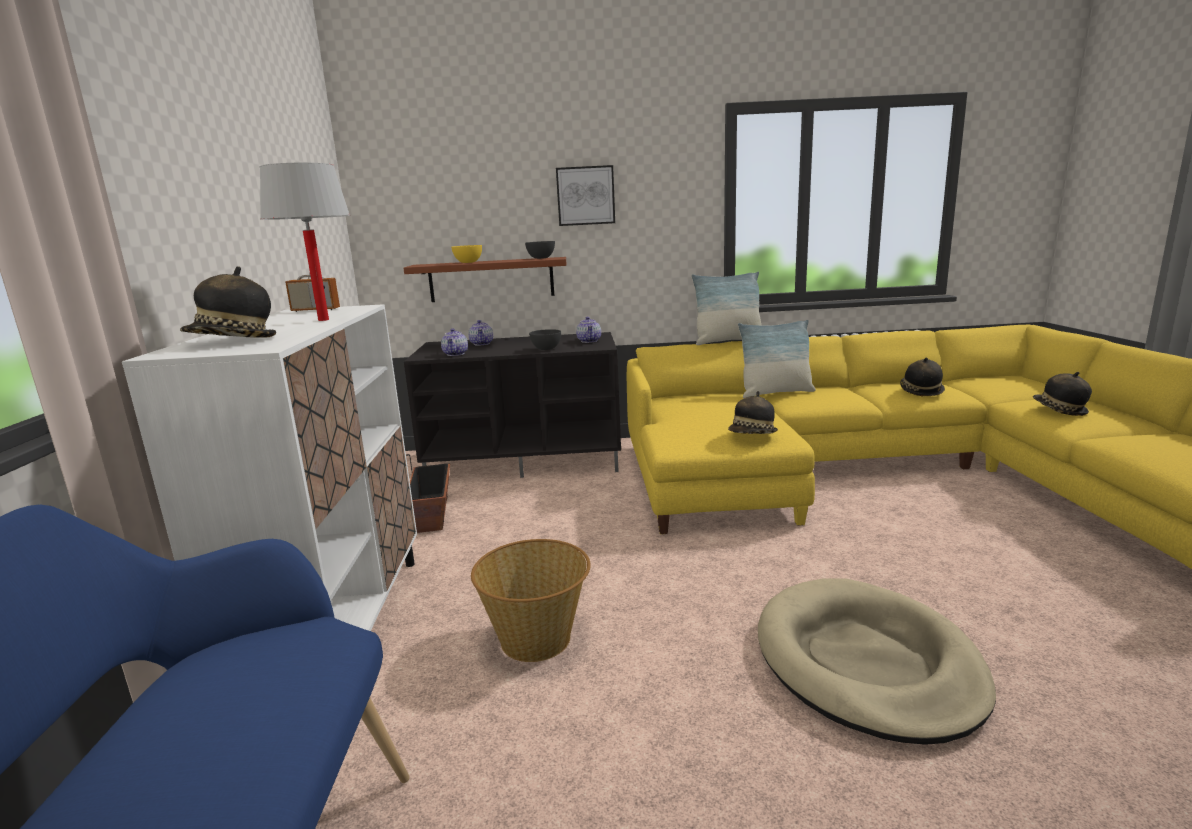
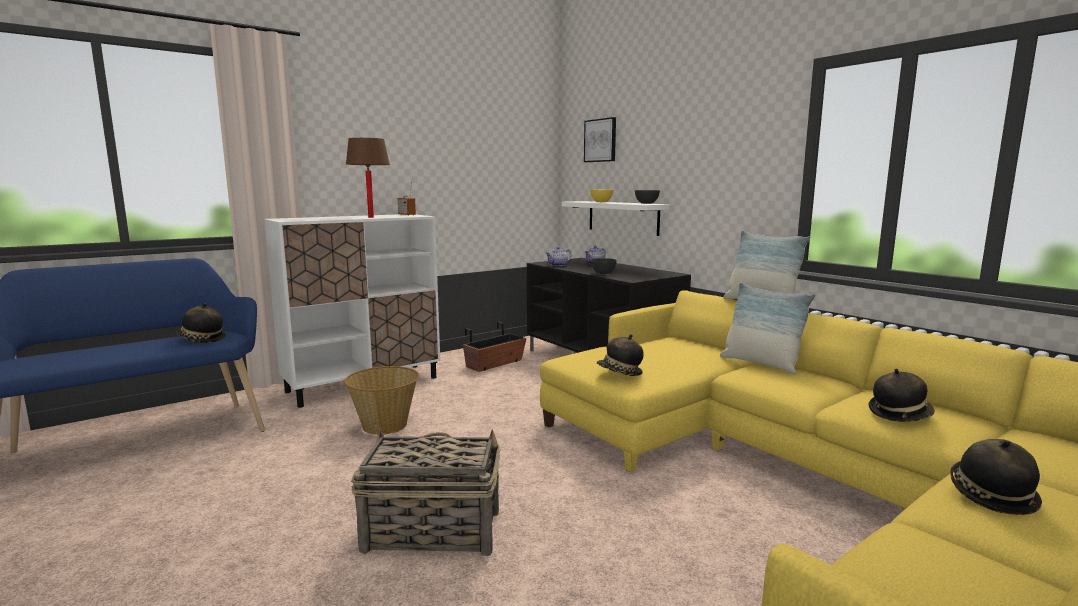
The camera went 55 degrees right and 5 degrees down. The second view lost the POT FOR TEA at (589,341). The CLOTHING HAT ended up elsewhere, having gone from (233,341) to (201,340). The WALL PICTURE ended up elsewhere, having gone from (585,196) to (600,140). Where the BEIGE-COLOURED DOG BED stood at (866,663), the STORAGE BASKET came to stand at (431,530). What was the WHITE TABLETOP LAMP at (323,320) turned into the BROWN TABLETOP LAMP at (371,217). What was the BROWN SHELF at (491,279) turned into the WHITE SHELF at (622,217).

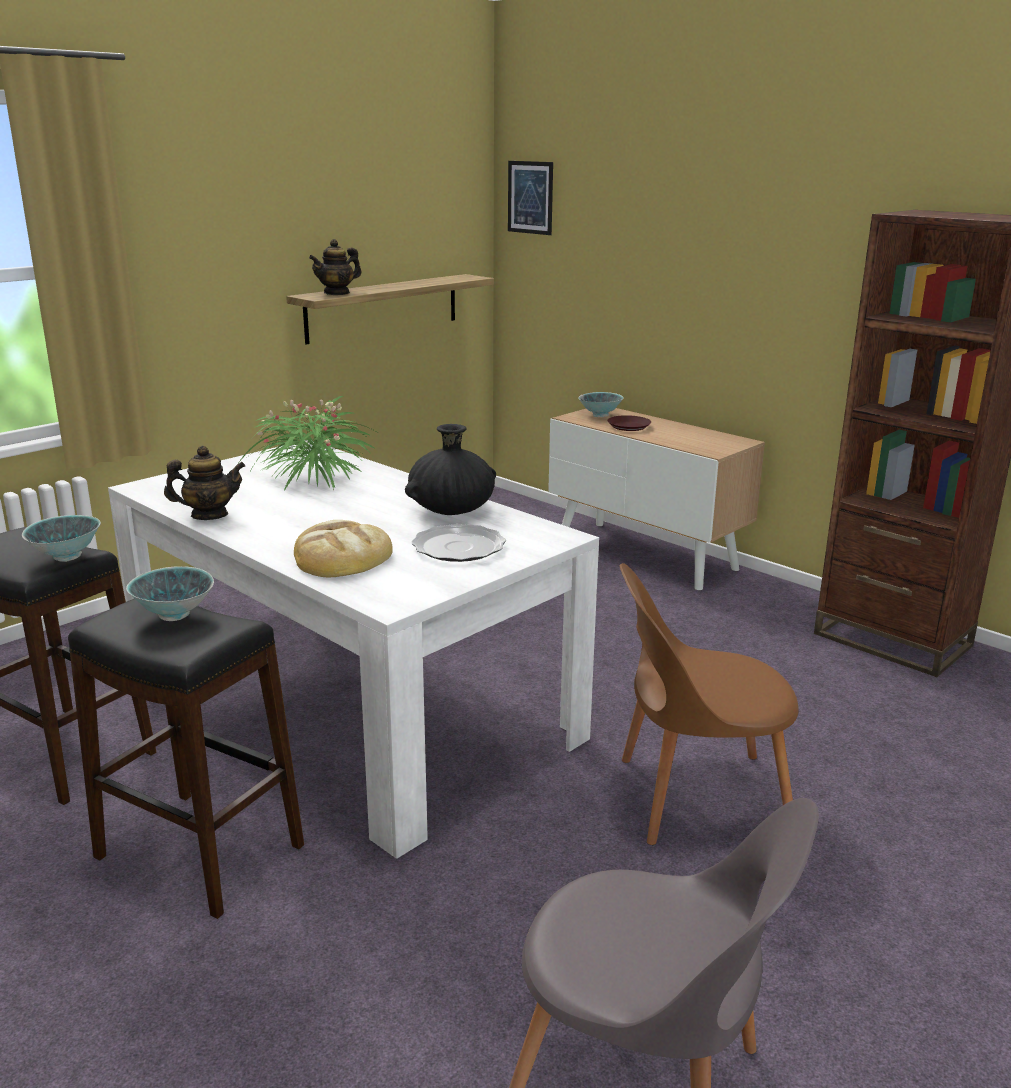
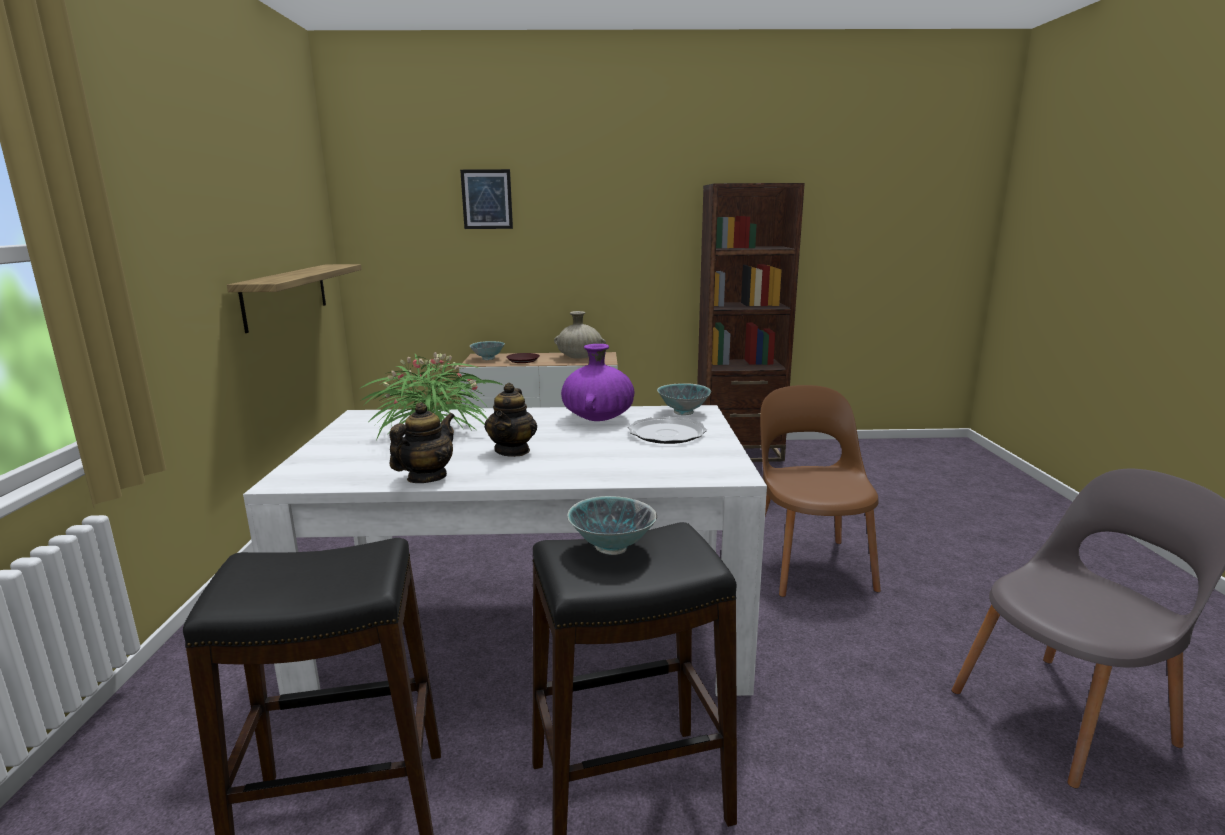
The camera went 45 degrees left and 5 degrees down. The second view lost the BAKED BREAD at (342,556). The second view gained the BEIGE-COLOURED FLOWER VASE at (579,357). The BOWL ended up elsewhere, having gone from (67,556) to (683,412). The POT FOR TEA ended up elsewhere, having gone from (337,293) to (513,451). The WALL PICTURE ended up elsewhere, having gone from (530,197) to (487,199). What was the BLACK FLOWER VASE at (451,510) turned into the PURPLE FLOWER VASE at (597,418). The BROWN CHAIR at (695,797) ended up facing another way, 135 degrees clockwise from before.

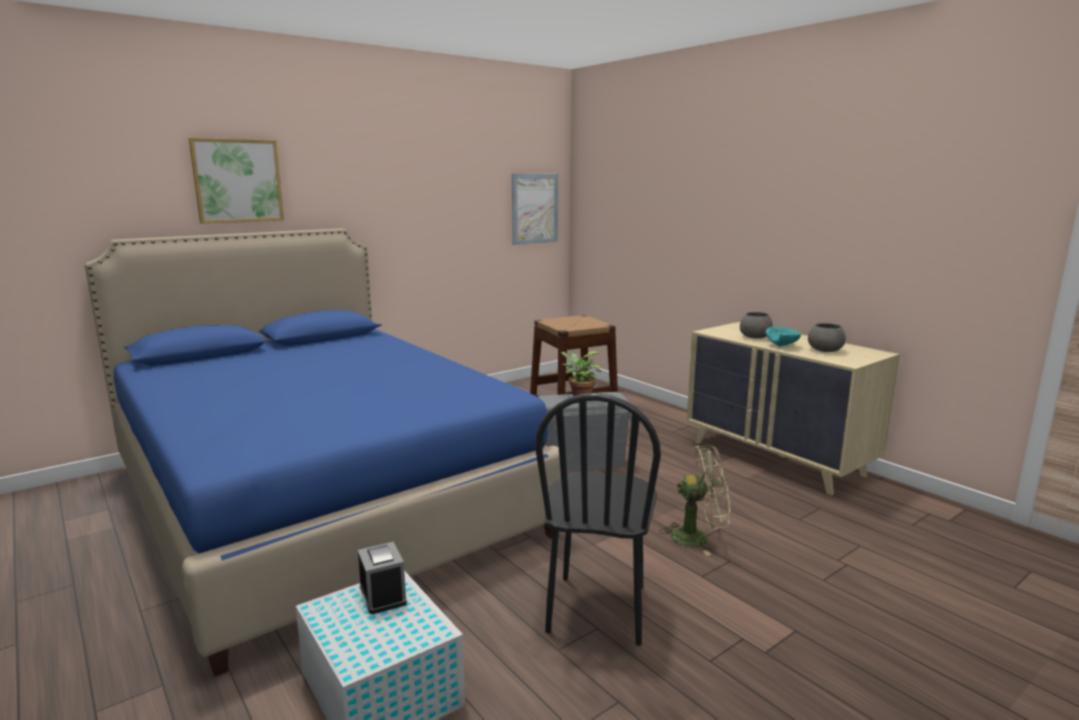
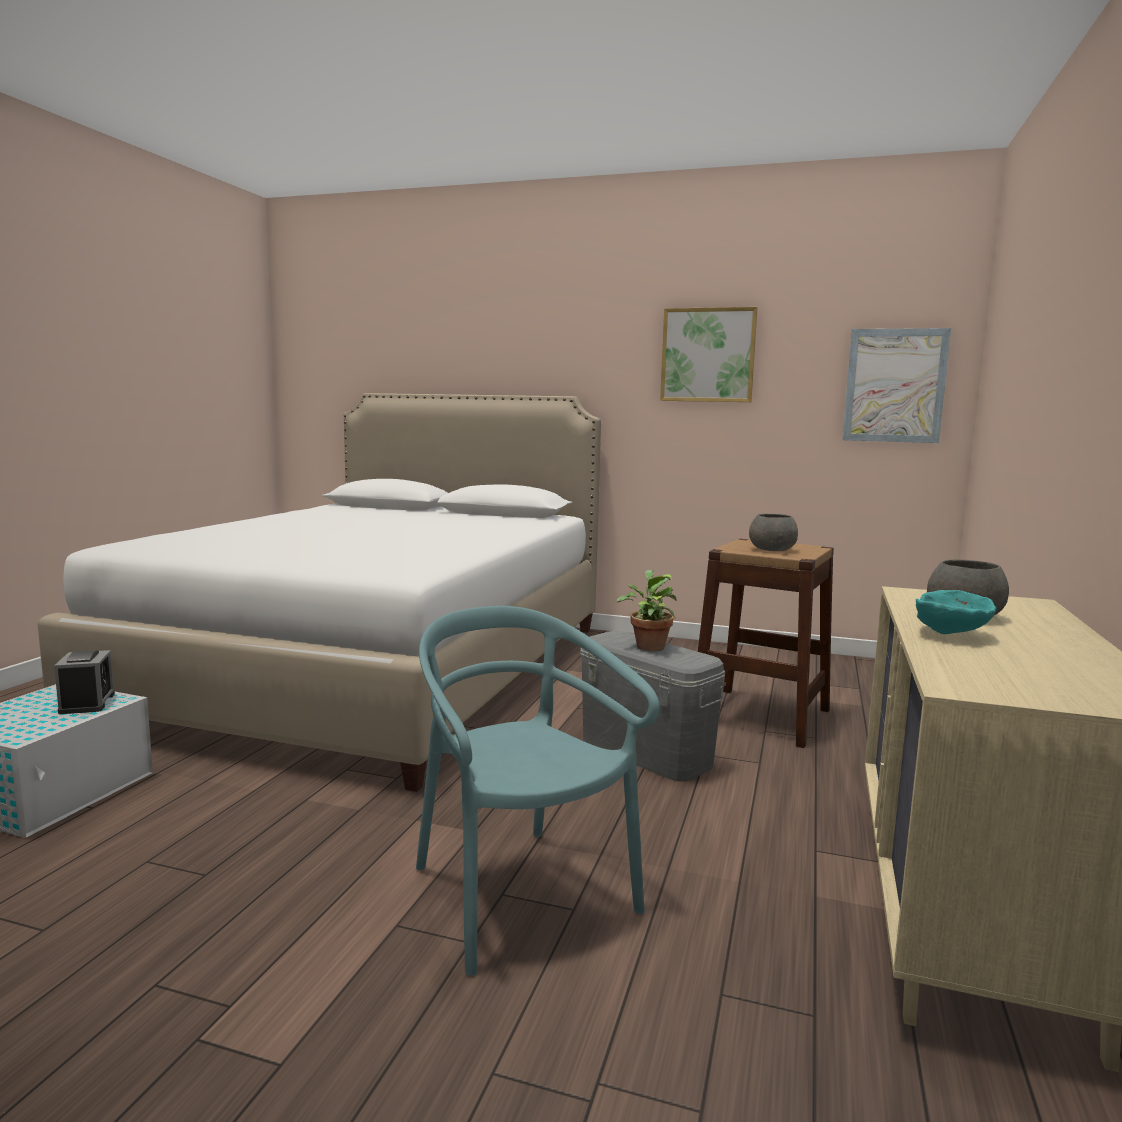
The camera went 55 degrees right and 5 degrees down. The second view lost the BLACK CHAIR at (597,609). The WALL PICTURE ended up elsewhere, having gone from (237,181) to (708,355). The GREYISH BOWL ended up elsewhere, having gone from (825,350) to (773,549). Where the GREEN-COLOURED COOLING FAN stood at (698,537), the TURQUOISE-COLOURED CHAIR came to stand at (519,894). What was the BLUE-COLOURED BEDROOM BED at (320,499) turned into the WHITE BEDROOM BED at (377,669). The TABLE CLOCK at (383,595) ended up facing another way, 45 degrees counterclockwise from before.

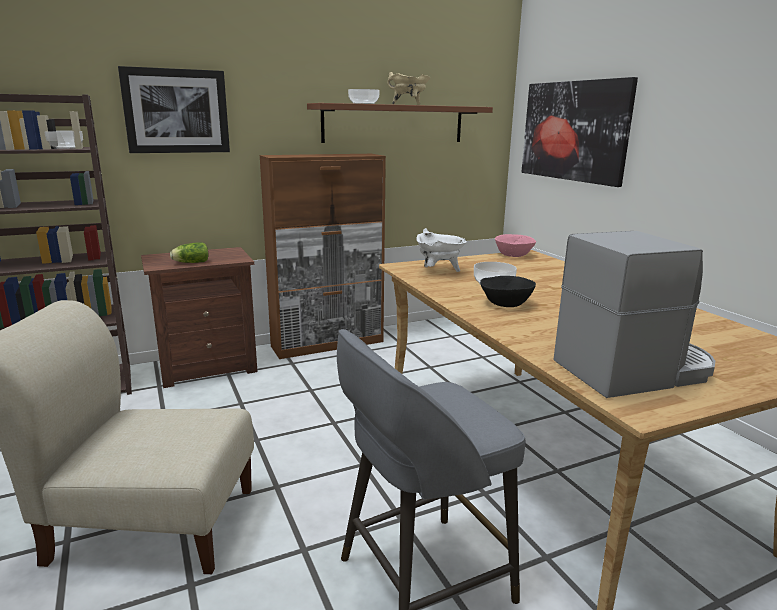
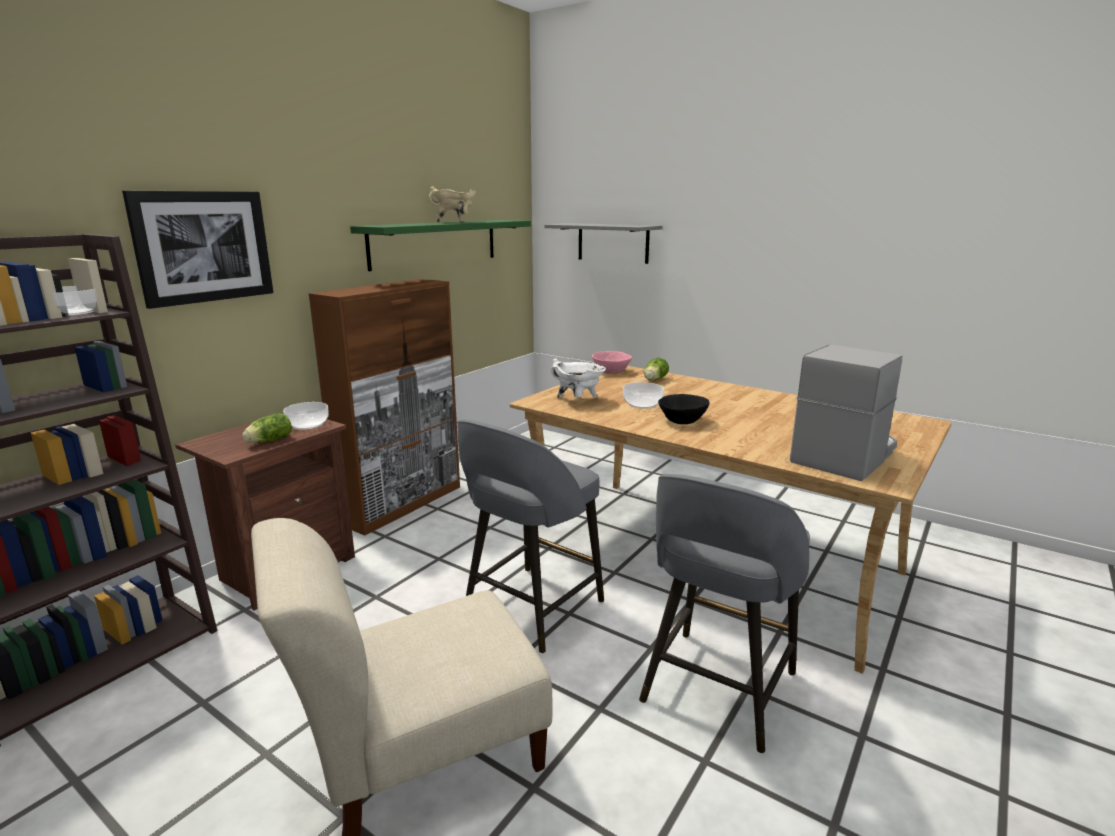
The camera went 30 degrees left and 0 degrees up. The second view gained the GREYISH STOOL at (531,609). The second view gained the LETTUCE at (654,380). The BOWL ended up elsewhere, having gone from (364,103) to (308,425). Where the WALL PICTURE hung at (574,131), the GREYISH SHELF came to hang at (613,243). What was the BROWN SHELF at (394,124) turned into the GREEN-COLOURED SHELF at (435,243).

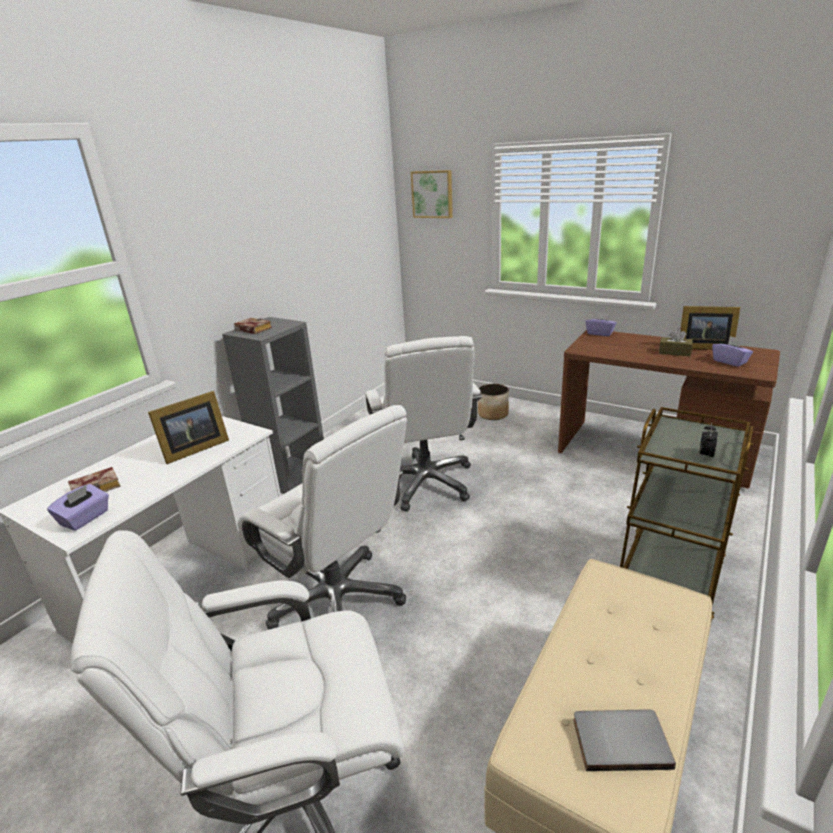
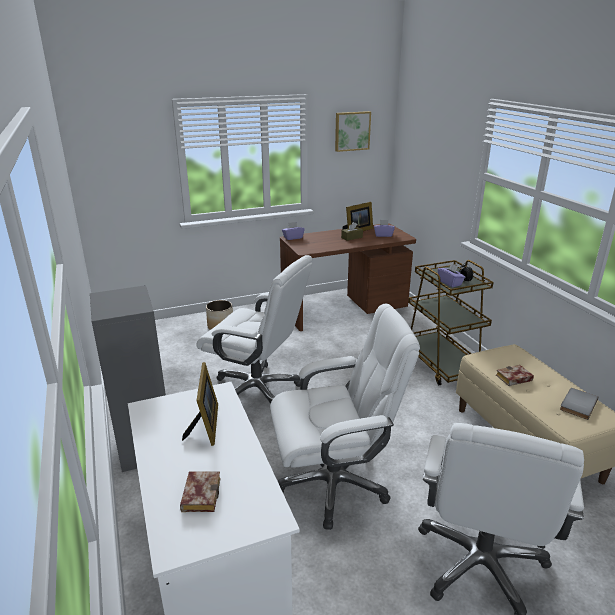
The camera went 55 degrees left and 0 degrees up. The PURPLE TISSUE BOX ended up elsewhere, having gone from (85,518) to (450,283). The VOLUME ended up elsewhere, having gone from (251,329) to (513,379). The WALL PICTURE ended up elsewhere, having gone from (433,194) to (352,131).

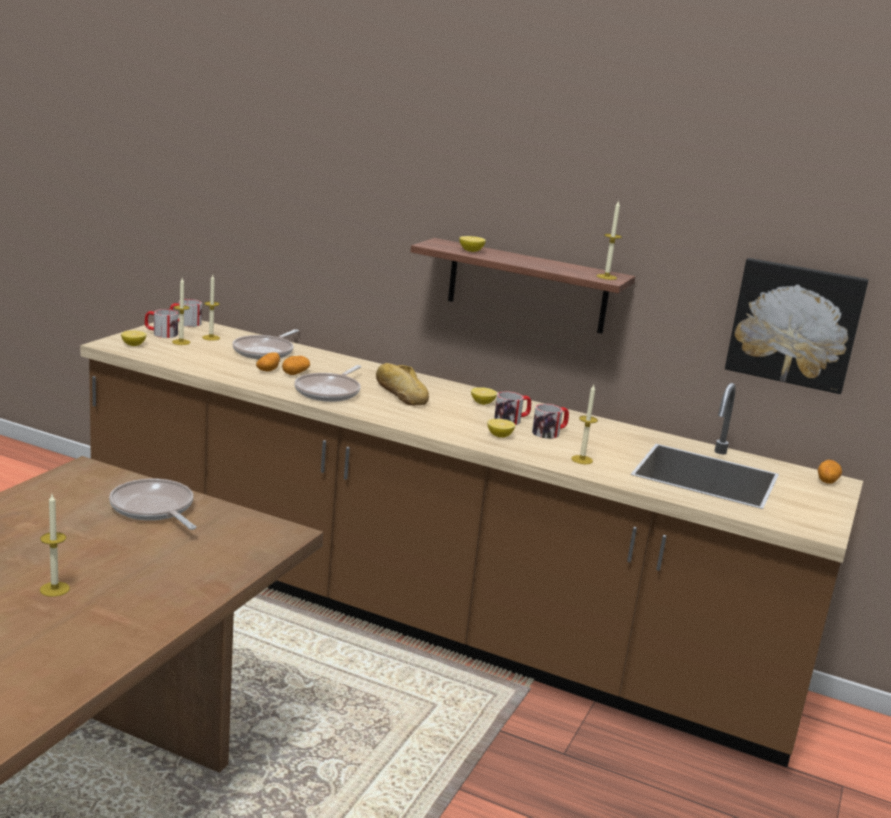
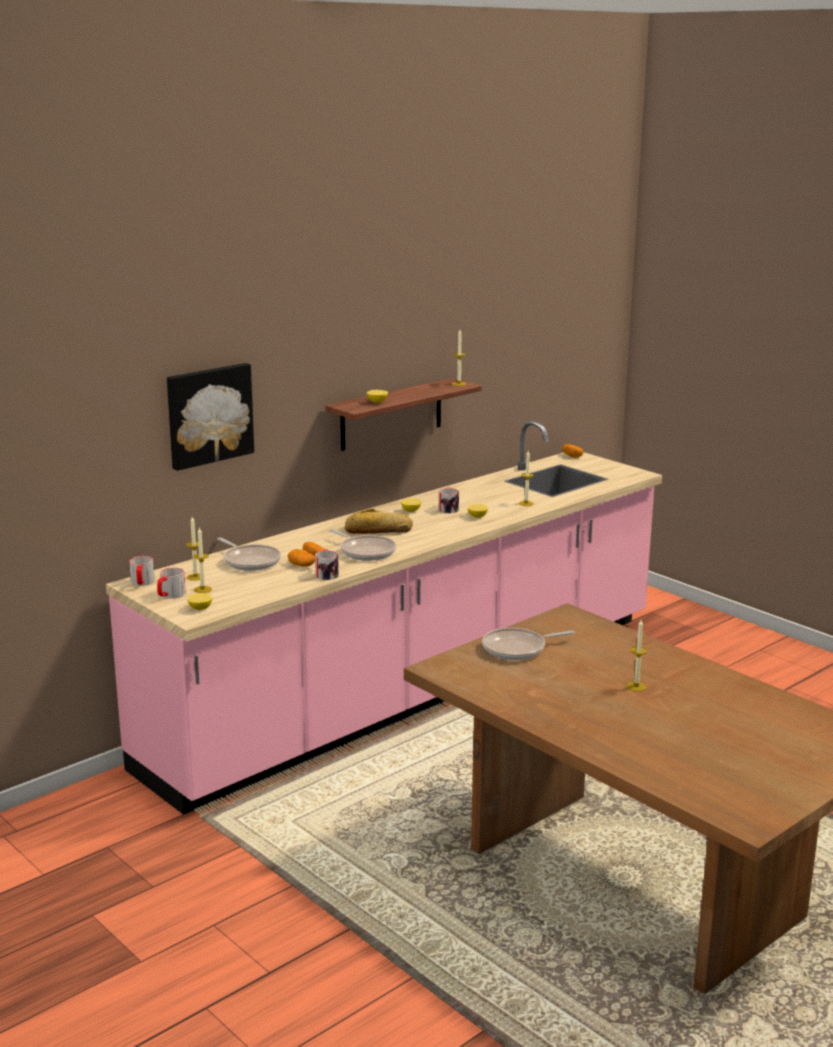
The camera went 65 degrees left and 0 degrees up. The TEA MUG ended up elsewhere, having gone from (550,432) to (326,573). The WALL PICTURE ended up elsewhere, having gone from (795,324) to (209,415). What was the BROWN COUNTER at (423,614) turned into the PINK COUNTER at (415,691).

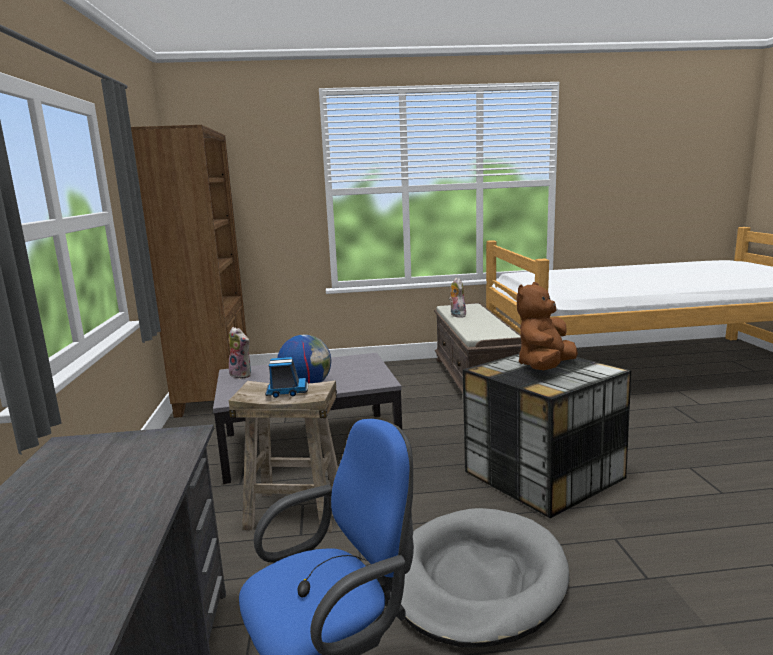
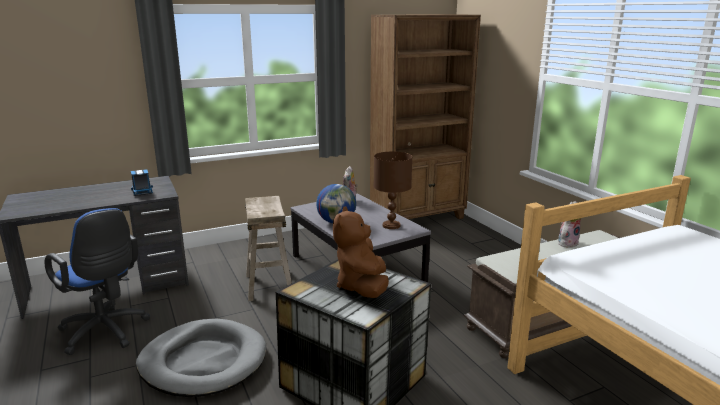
The camera went 70 degrees right and 5 degrees up. The second view gained the BROWN TABLETOP LAMP at (391,225). The MODEL TRUCK ended up elsewhere, having gone from (286,392) to (142,192). The BROWN CUDDLY TOY at (544,367) ended up facing another way, 105 degrees counterclockwise from before.

